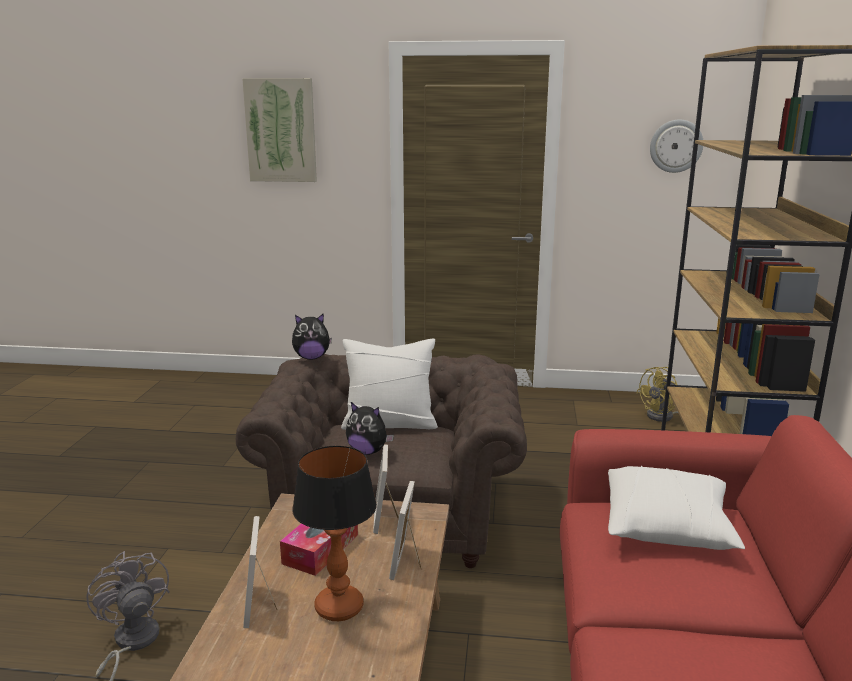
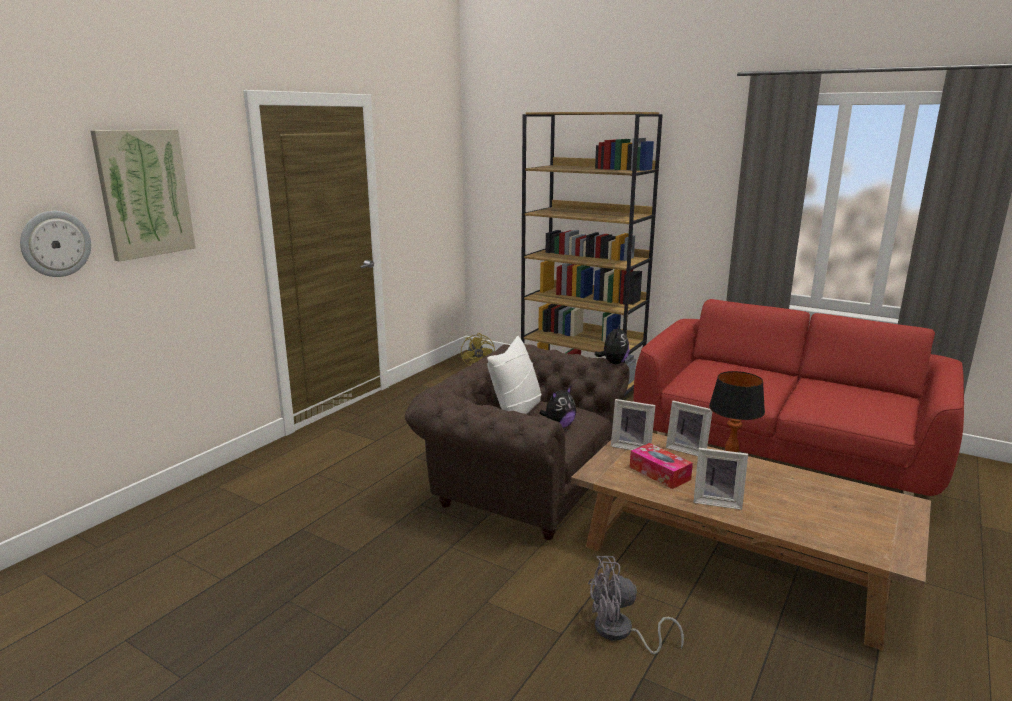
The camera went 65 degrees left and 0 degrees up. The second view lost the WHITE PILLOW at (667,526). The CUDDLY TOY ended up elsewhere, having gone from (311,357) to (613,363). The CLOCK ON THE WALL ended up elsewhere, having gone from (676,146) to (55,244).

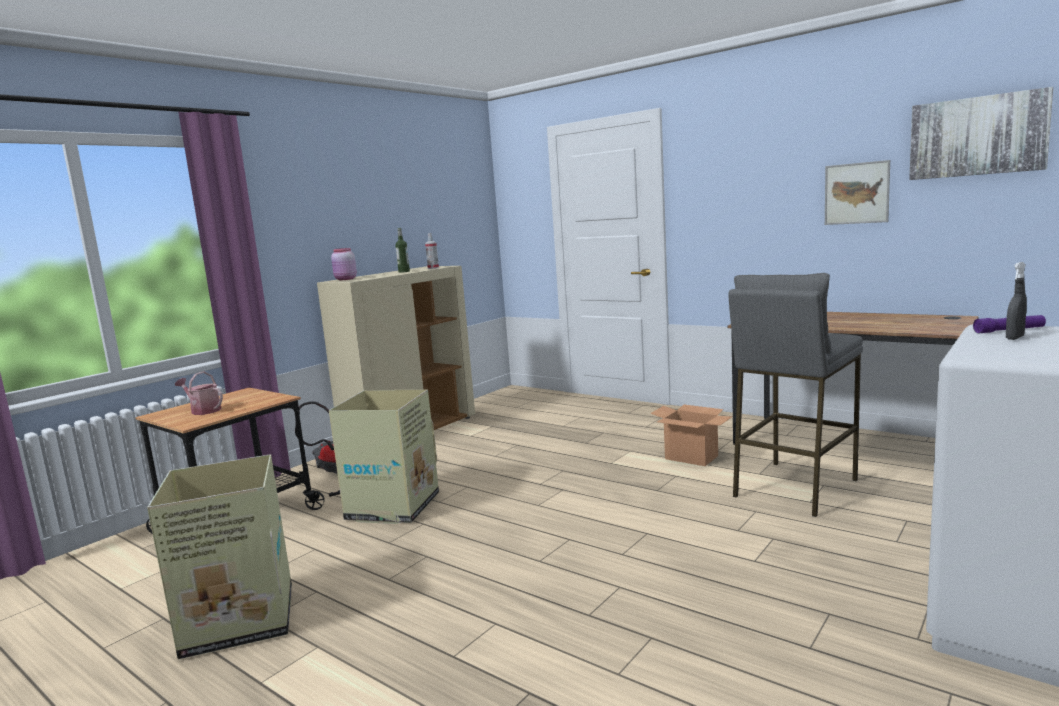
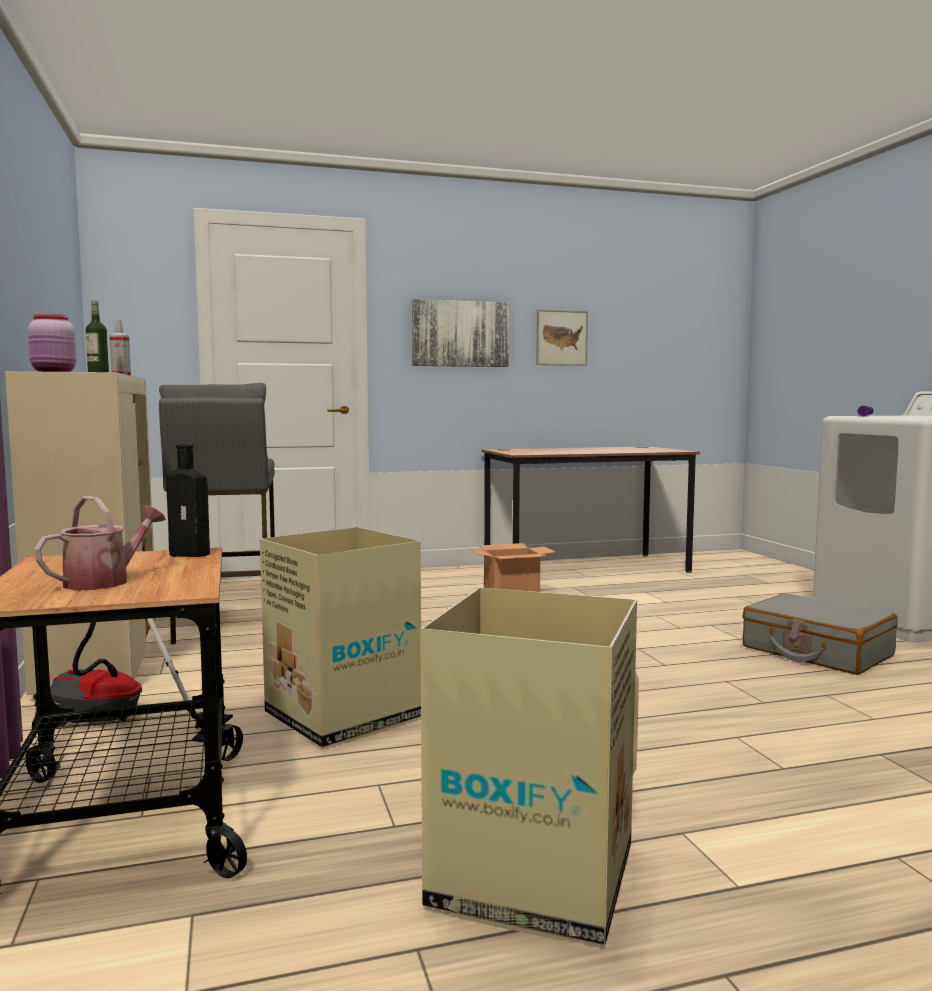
The camera went 55 degrees left and 5 degrees down. The second view lost the GREYISH SPRAY BOTTLE at (1014,338). The second view gained the BLACK BOTTLE at (192,554). The second view gained the GREYISH SUITCASE at (816,651). The GREYISH STOOL ended up elsewhere, having gone from (793,488) to (225,625). The WALL PICTURE ended up elsewhere, having gone from (977,136) to (460,334). The SPRINKLING CAN at (203,410) ended up facing another way, 150 degrees clockwise from before.

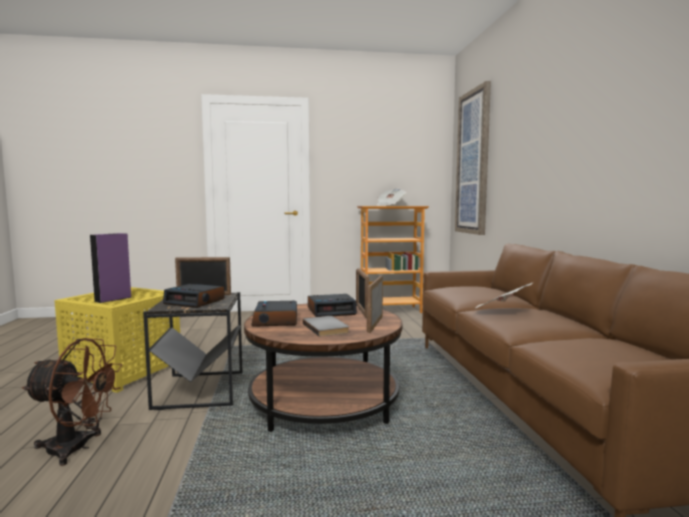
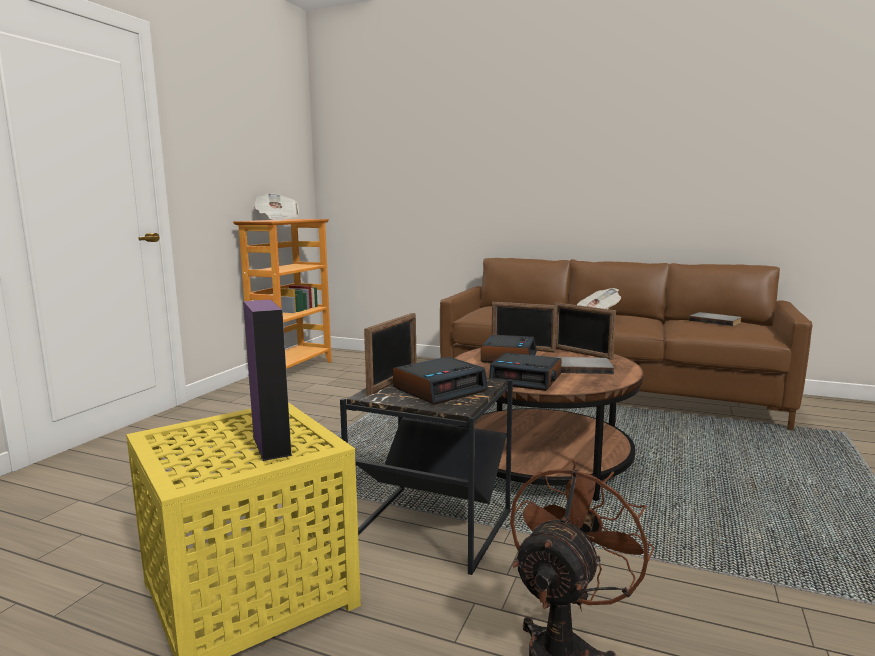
The camera went 60 degrees left and 5 degrees up. The second view lost the WALL PICTURE at (473,162). The second view gained the GREYISH VOLUME at (715,321).

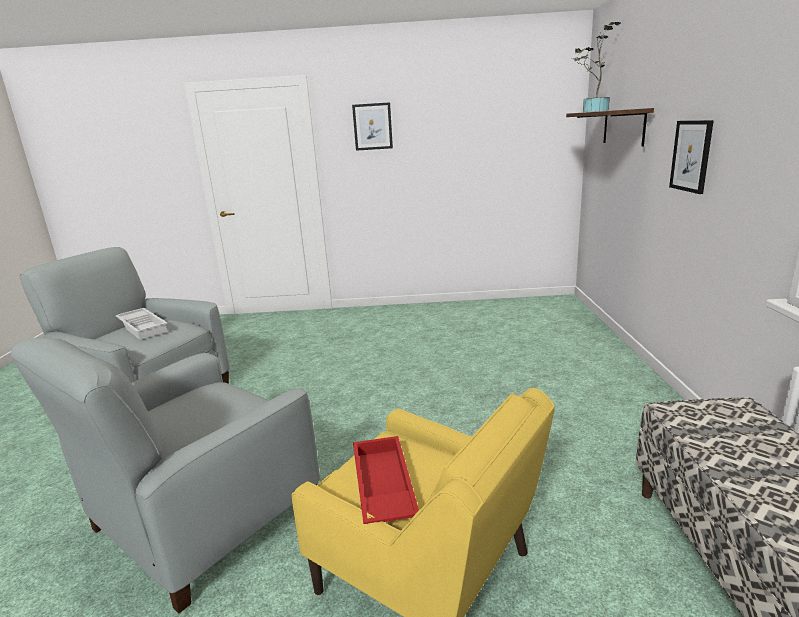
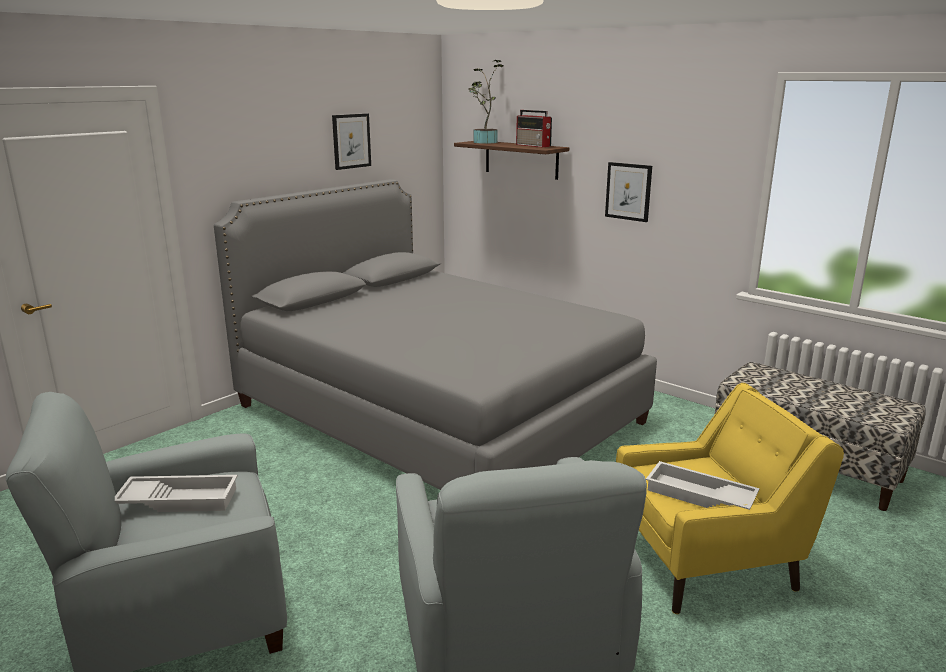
The camera went 50 degrees left and 0 degrees up. The second view gained the GREYISH BEDROOM BED at (438,414). The second view gained the RADIO SET at (534,145). The WALL PICTURE ended up elsewhere, having gone from (372,126) to (351,141). What was the RED CARRYING TRAY at (381,487) turned into the WHITE CARRYING TRAY at (698,496).

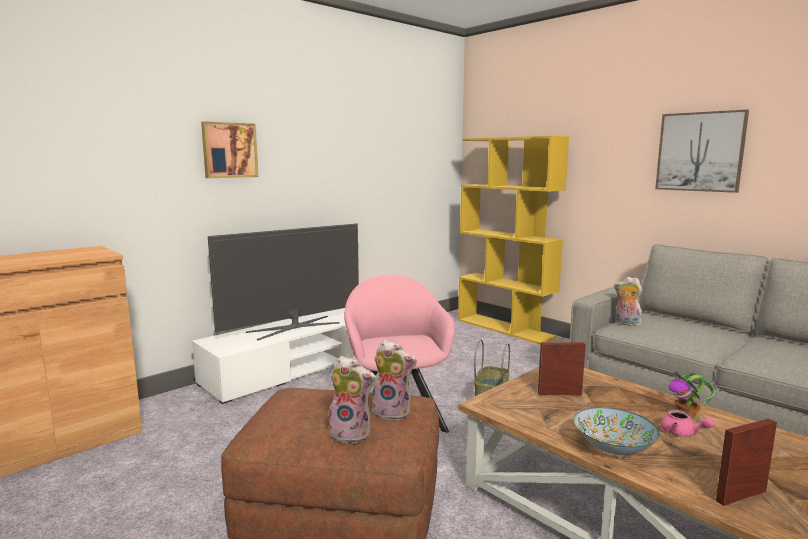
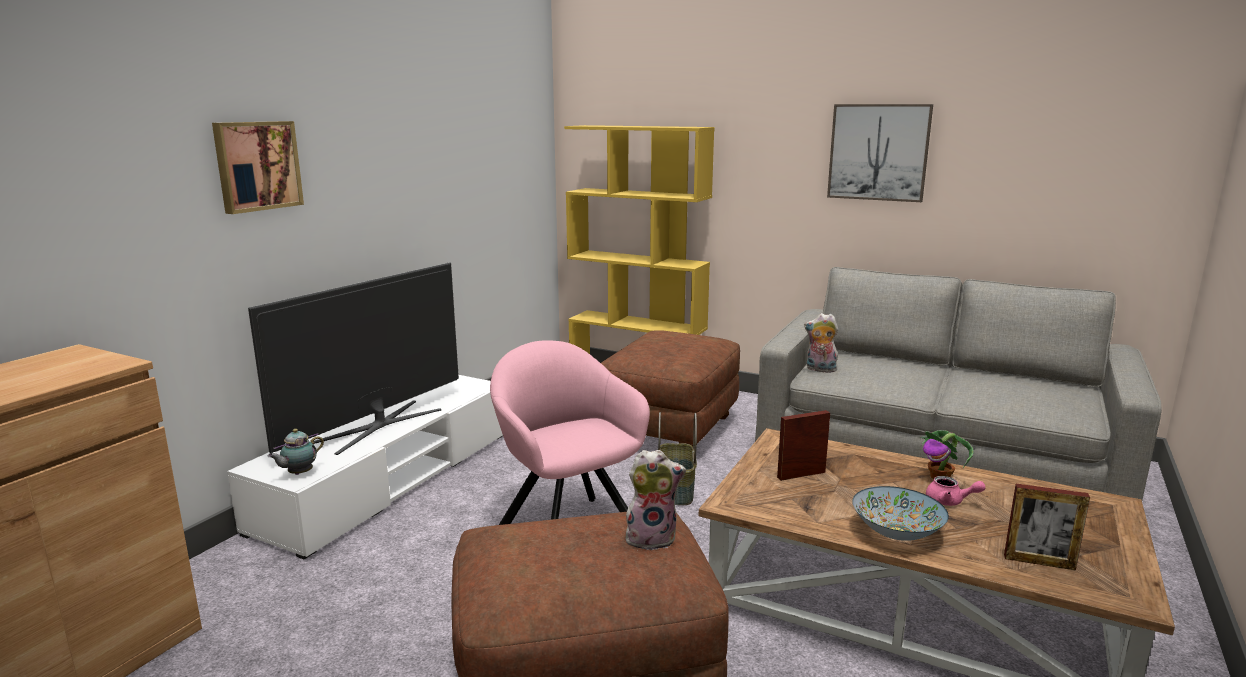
The camera went 20 degrees left and 5 degrees up. The second view lost the CUDDLY TOY at (352,433). The second view gained the POT FOR TEA at (299,473). The second view gained the BROWN FOOTREST at (669,428). The PHOTO FRAME at (741,496) ended up facing another way, 120 degrees counterclockwise from before.

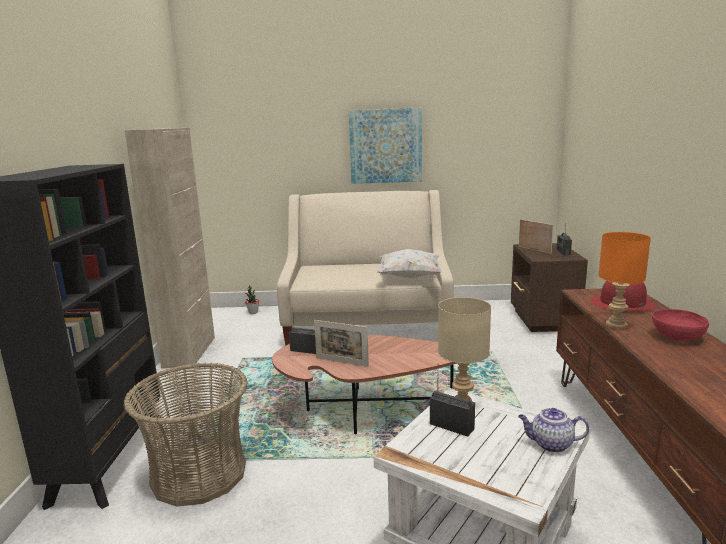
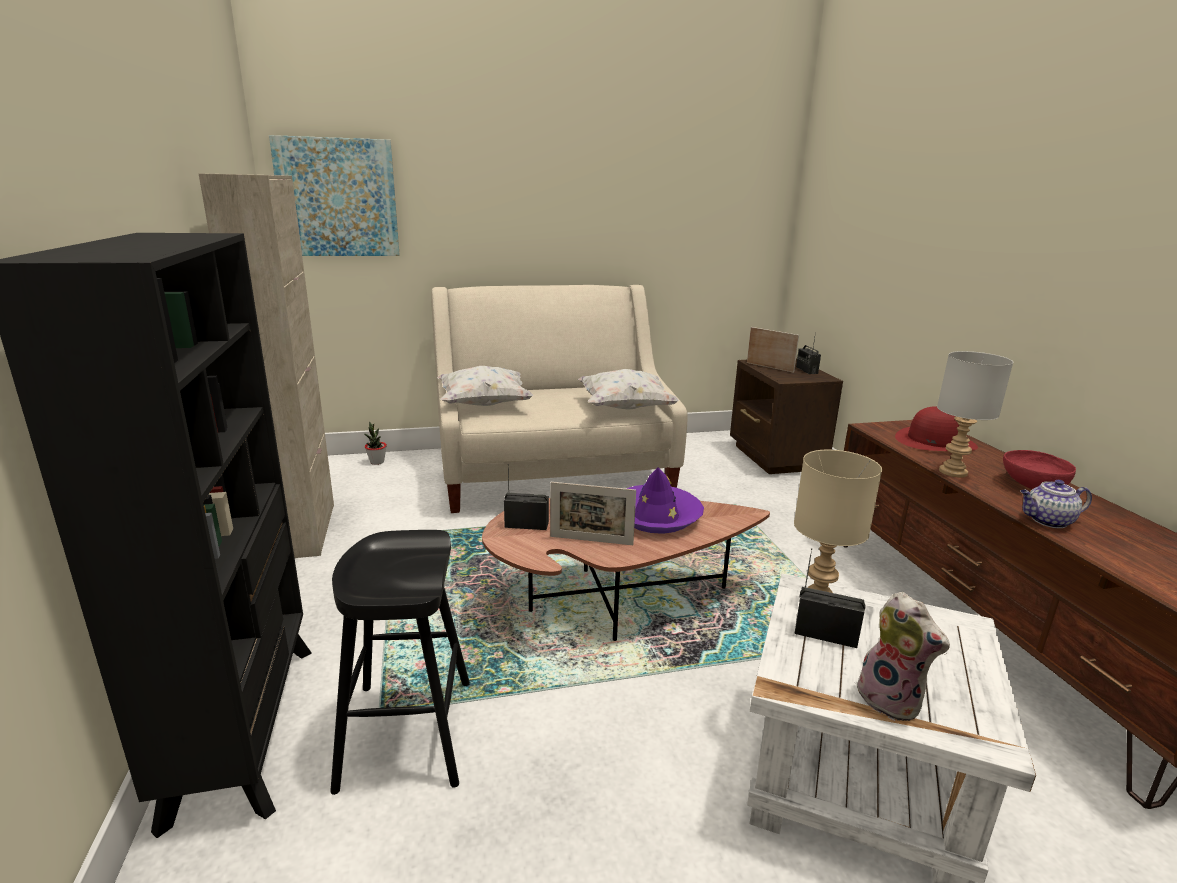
The camera went 15 degrees left and 5 degrees up. The second view gained the WHITE PILLOW at (483,405). The second view gained the PURPLE CLOTHING HAT at (655,517). The second view gained the CUDDLY TOY at (892,700). The WALL PICTURE ended up elsewhere, having gone from (385,146) to (338,198). The POT FOR TEA ended up elsewhere, having gone from (550,444) to (1047,521). Where the STORAGE BASKET stood at (199,474), the BLACK STOOL came to stand at (407,733). What was the ORANGEY TABLETOP LAMP at (617,325) turned into the GREYISH TABLETOP LAMP at (953,472).

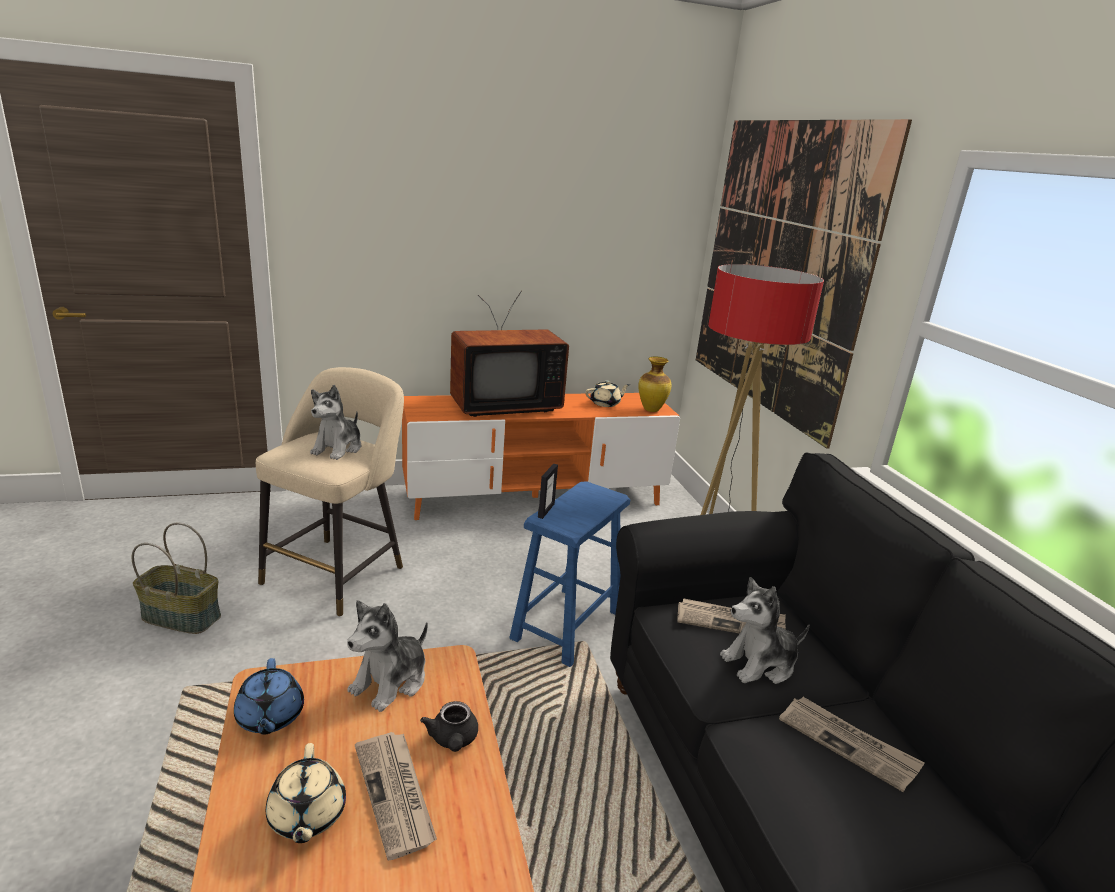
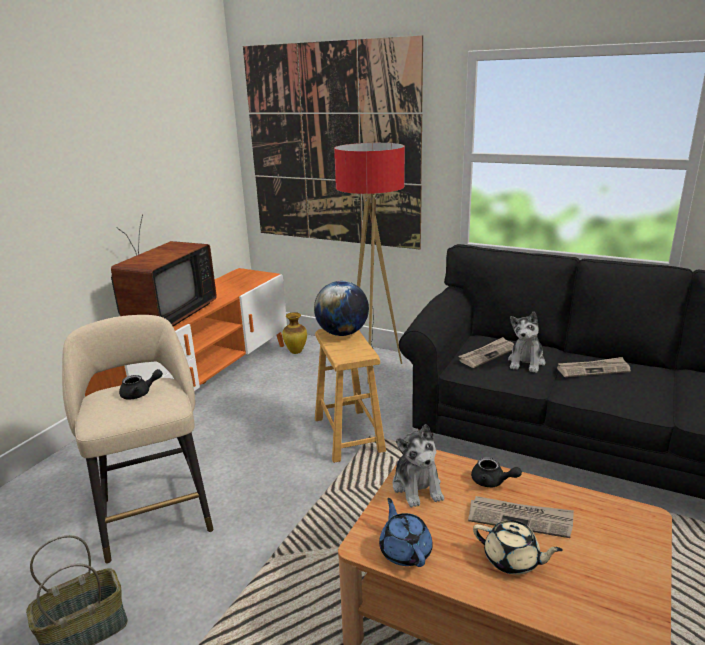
The camera went 45 degrees left and 0 degrees up. The second view lost the PHOTO FRAME at (546,510). The second view lost the BEIGE-COLOURED POT FOR TEA at (605,403). The second view gained the WORLD GLOBE at (342,333). The FLOWER VASE ended up elsewhere, having gone from (651,410) to (296,352). Where the CUDDLY TOY stood at (338,448), the BLACK POT FOR TEA came to stand at (140,393). What was the BLUE-COLOURED STOOL at (566,625) turned into the BROWN STOOL at (348,435). The BLUE-COLOURED POT FOR TEA at (270,717) ended up facing another way, 135 degrees counterclockwise from before.

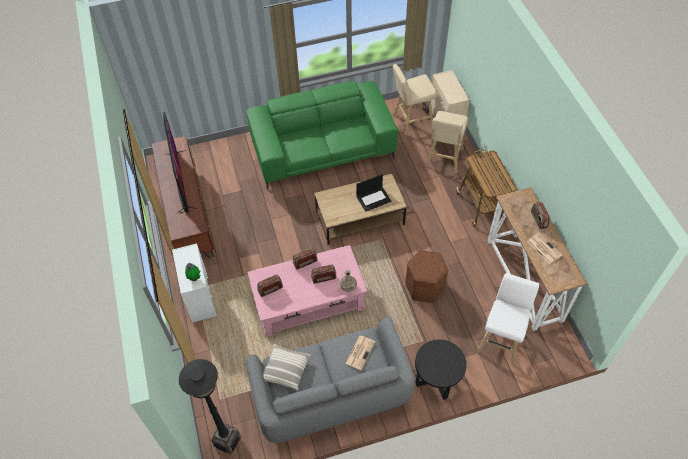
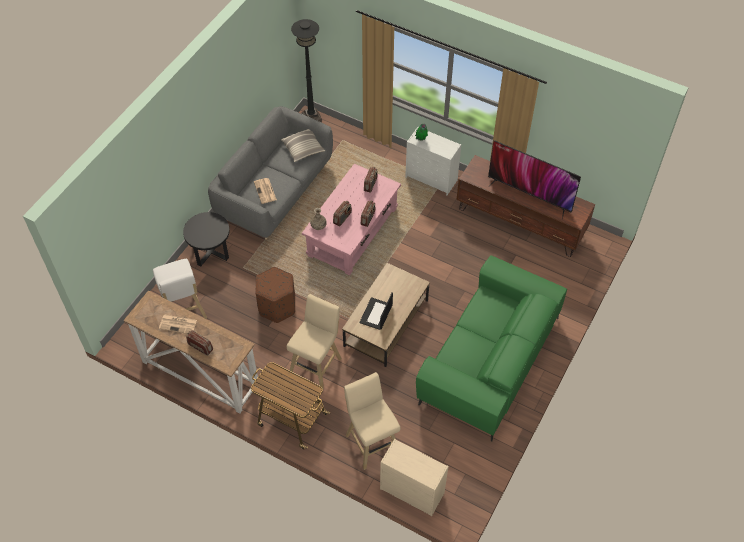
The camera went 135 degrees right and 0 degrees up. The BEIGE-COLOURED STOOL ended up elsewhere, having gone from (411,121) to (317,364).

